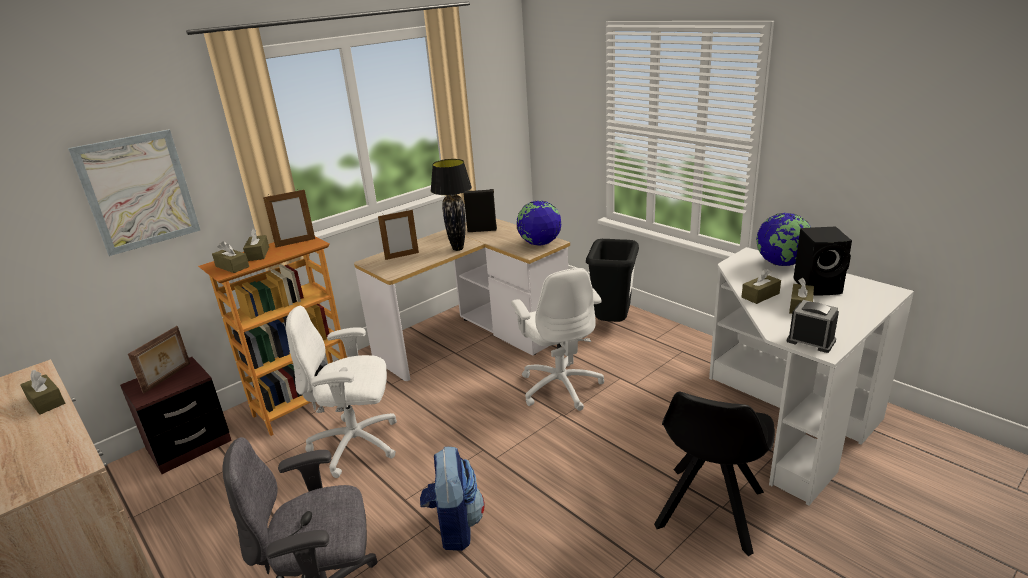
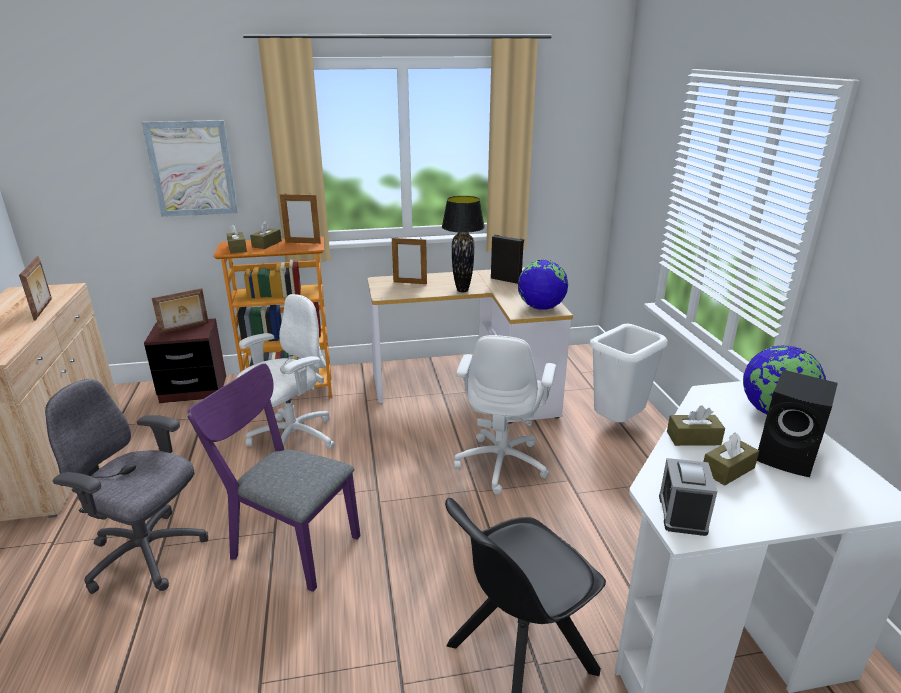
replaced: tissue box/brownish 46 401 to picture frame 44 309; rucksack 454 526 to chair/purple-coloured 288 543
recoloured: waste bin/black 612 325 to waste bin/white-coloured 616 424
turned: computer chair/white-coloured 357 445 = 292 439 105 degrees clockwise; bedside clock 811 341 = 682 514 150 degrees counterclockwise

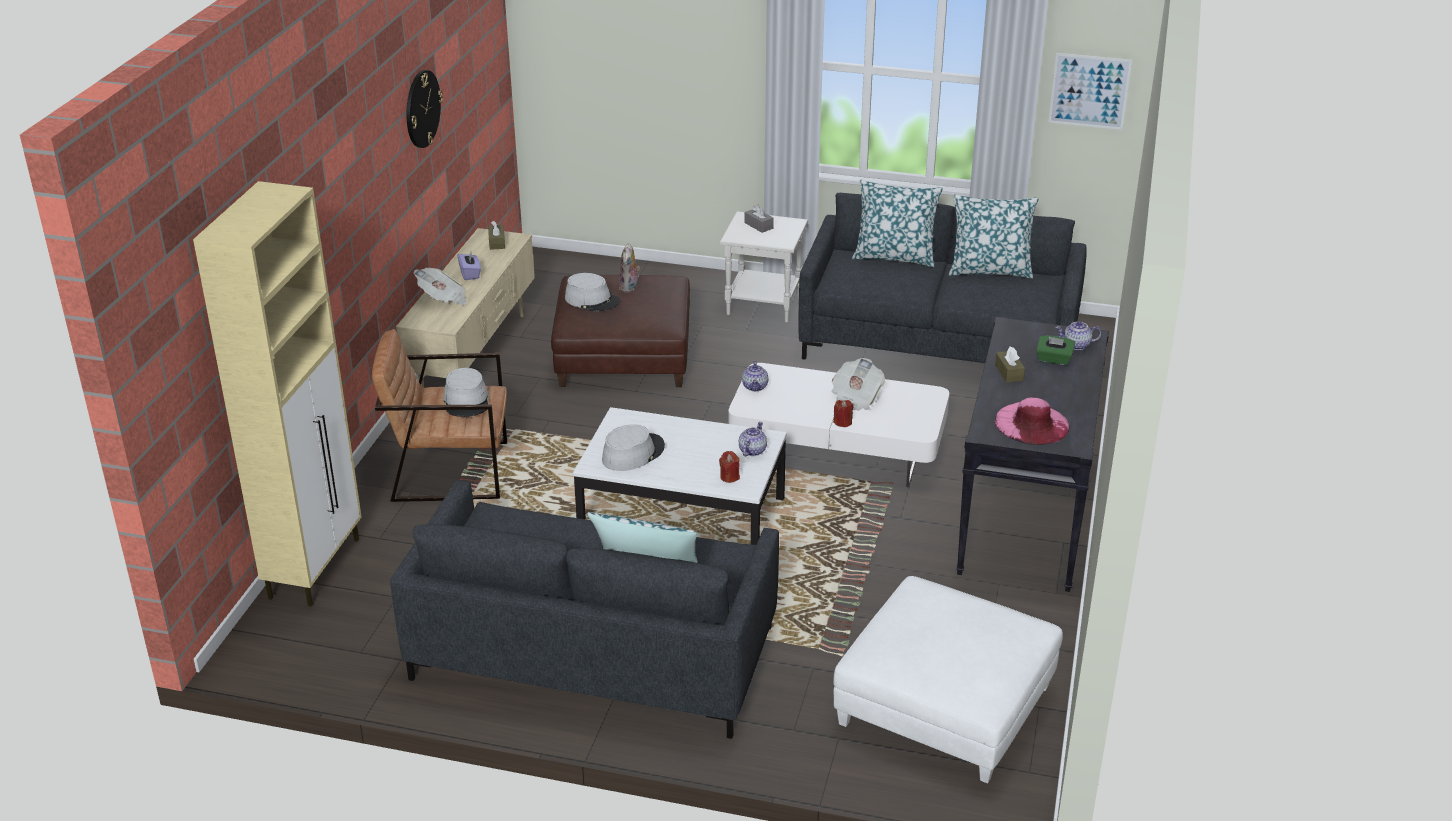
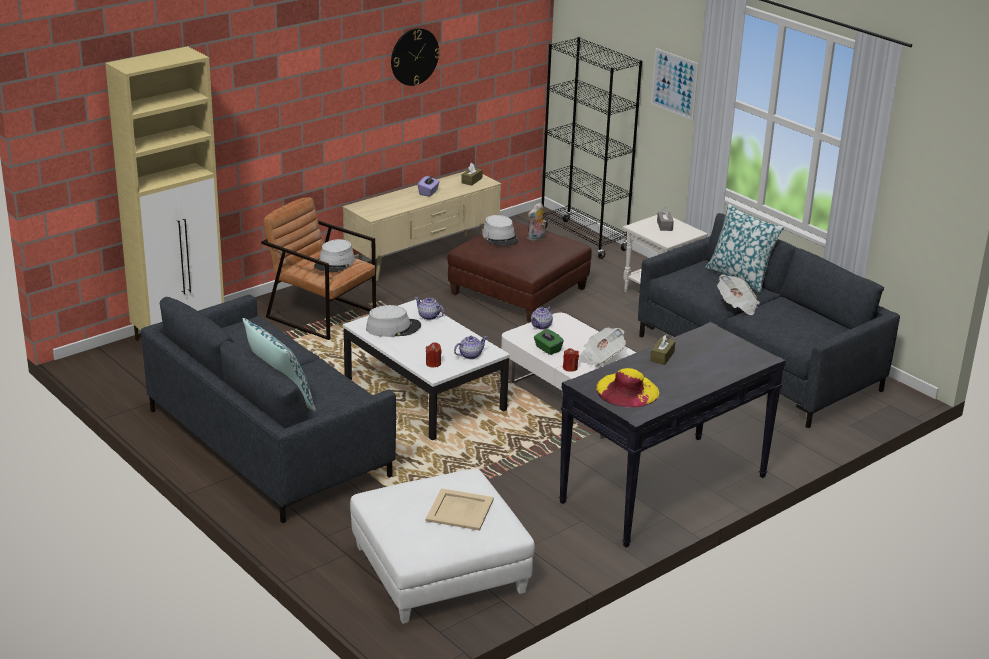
removed: pillow 990 270
added: carrying tray/sand-coloured 459 510; bookshelf/black 583 239
moved: daily paper 443 299 to 737 305; tissue box/greenish 1054 359 to 547 349; wall picture 1089 91 to 674 83; teapot 1076 345 to 429 316
recoloured: hat/pink-coloured 1031 423 to hat/yellow-coloured 627 390

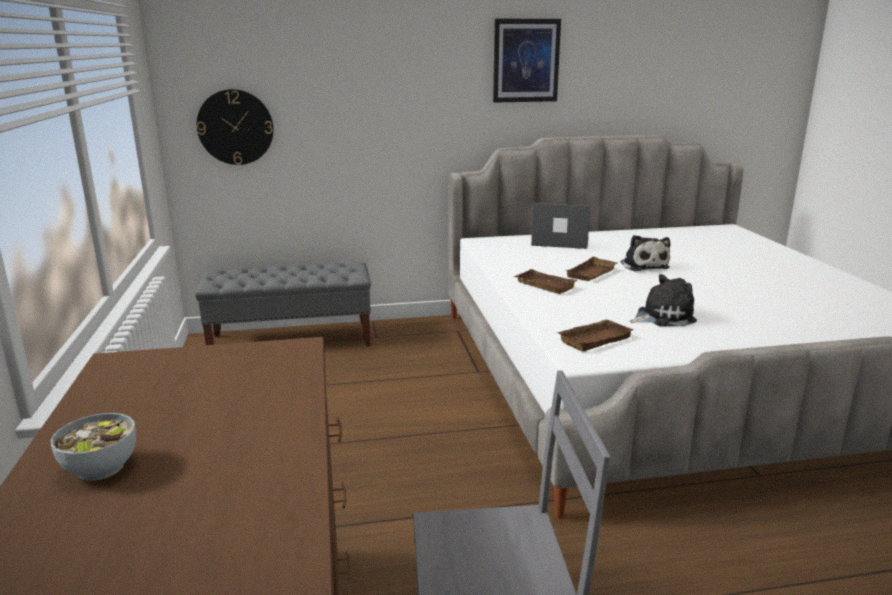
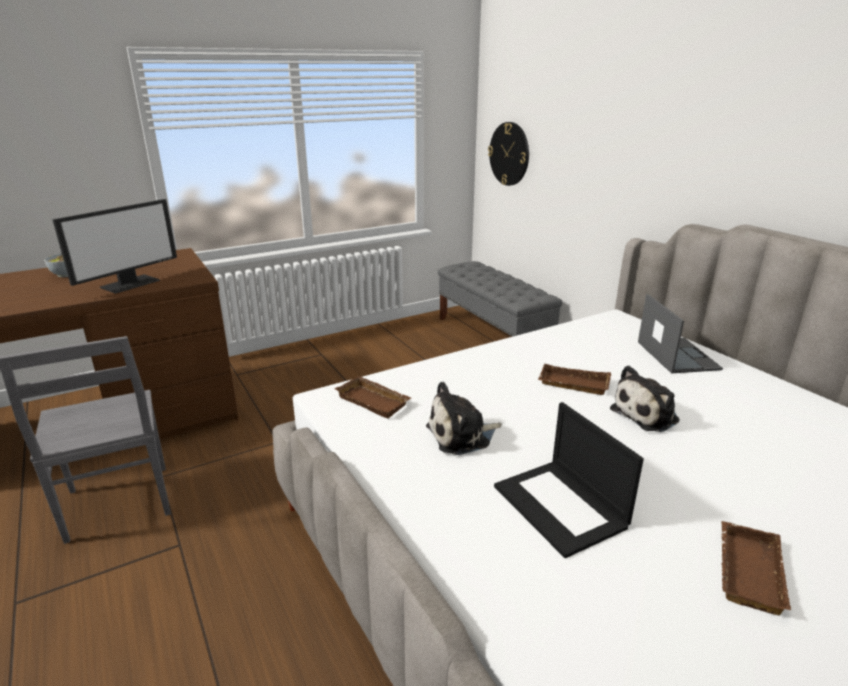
removed: wall picture 526 61
added: computer display 130 283; portable computer 561 507
moved: carrying tray/brownish 543 286 to 745 570
turned: soft toy 662 317 = 462 435 105 degrees clockwise

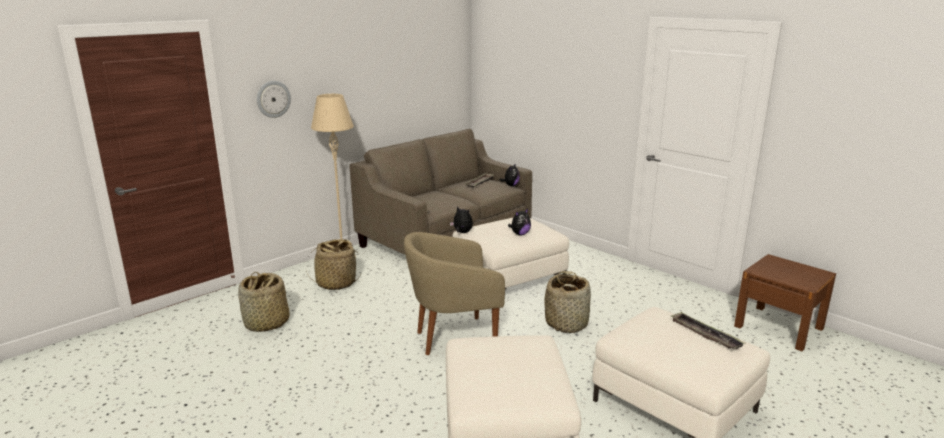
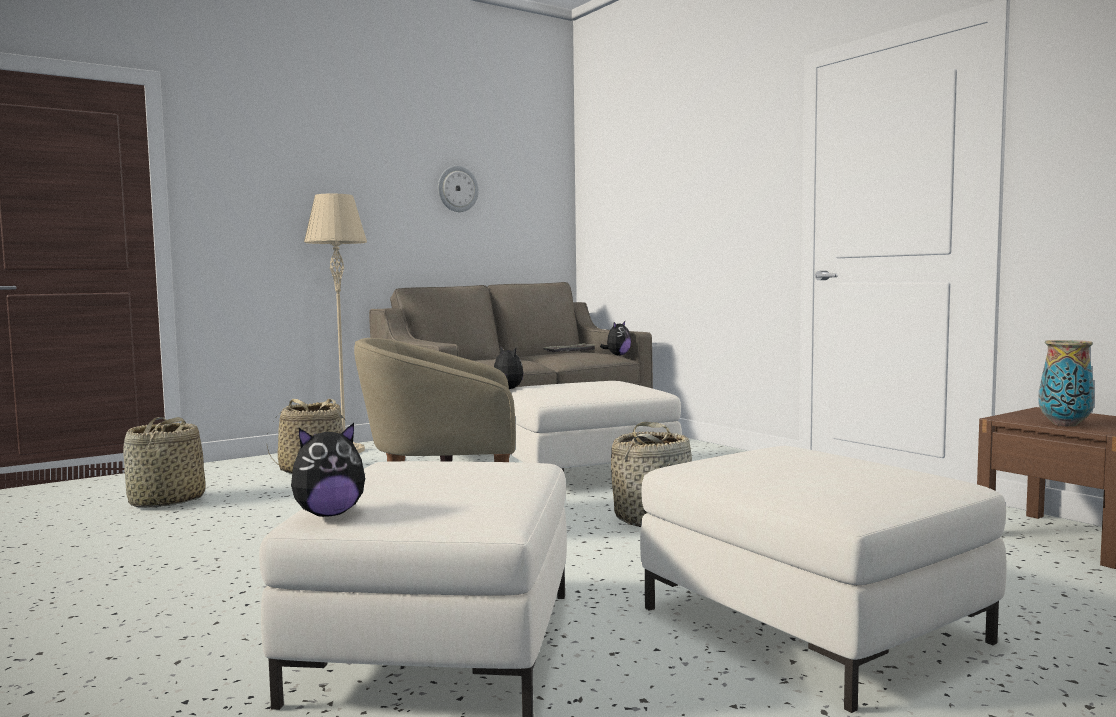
removed: carrying tray 705 334
added: vase 1064 424
moved: hanging clock 273 99 to 457 189; soft toy 520 234 to 329 514

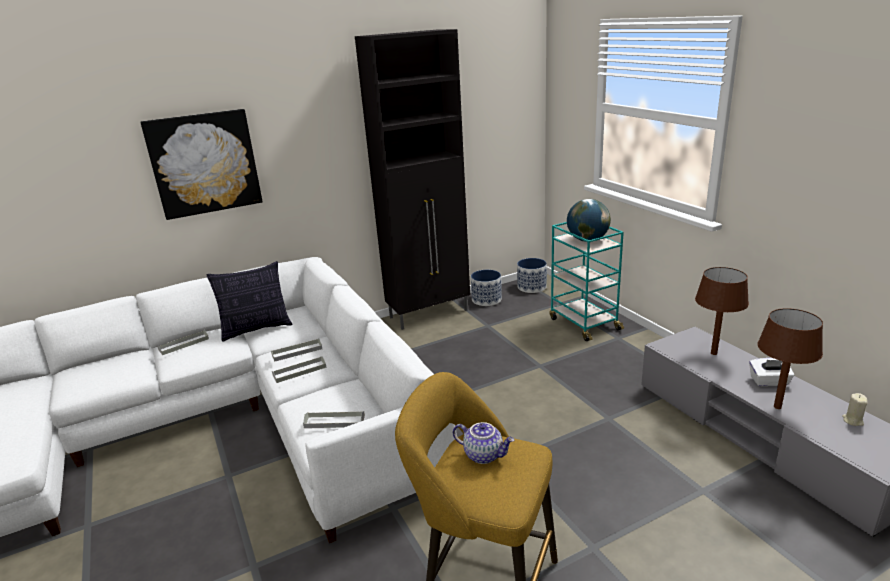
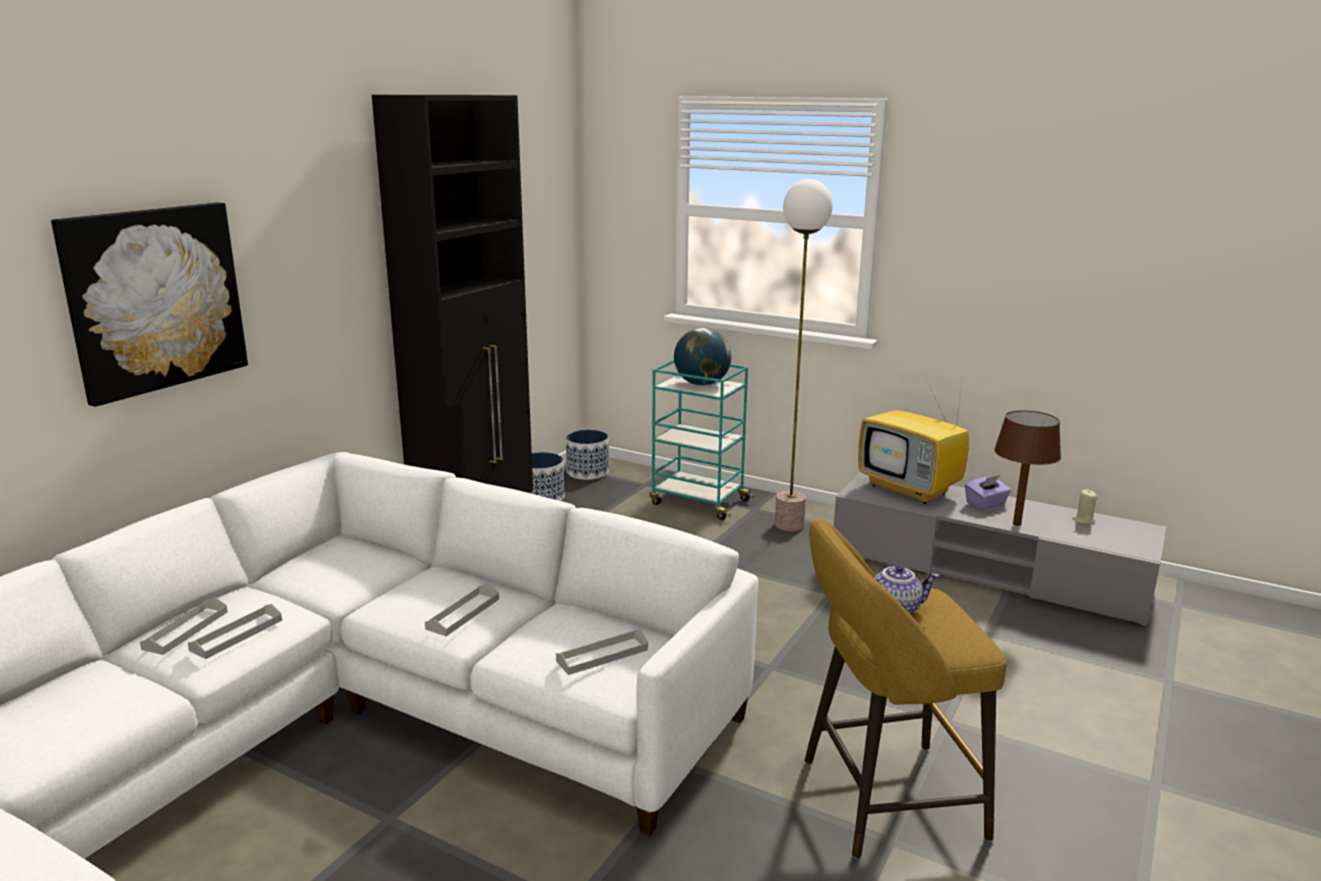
removed: pillow 256 329
added: floor lamp 789 525
moved: carrying tray/grey 297 352 to 236 635
replaced: lamp for a table/brownish 714 353 to TV 911 490
recoloured: tissue box/white-coloured 769 381 to tissue box/purple-coloured 986 504

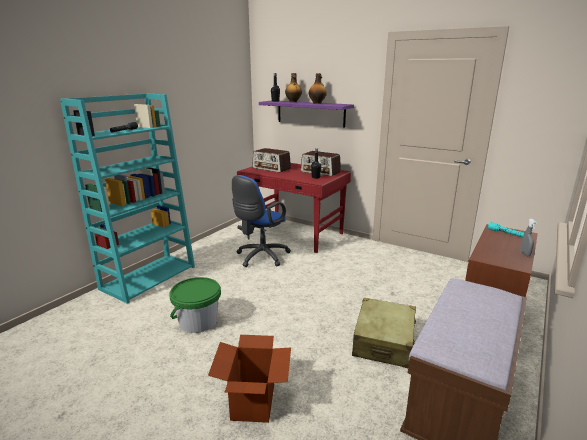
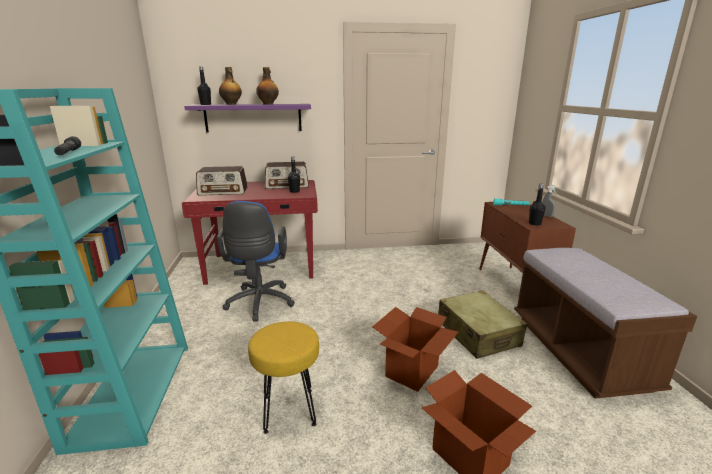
added: carton 412 371; bottle/black 534 224
replaced: water bucket/greenish 198 321 to stool seat/yellow-coloured 289 410

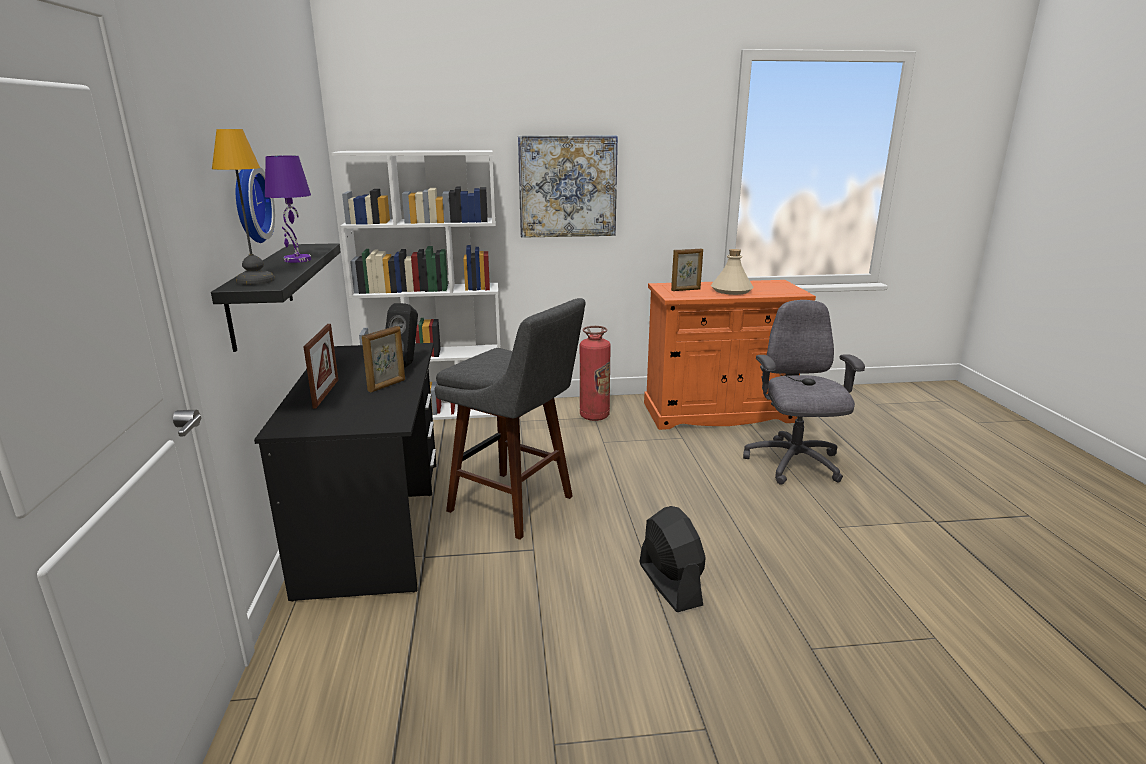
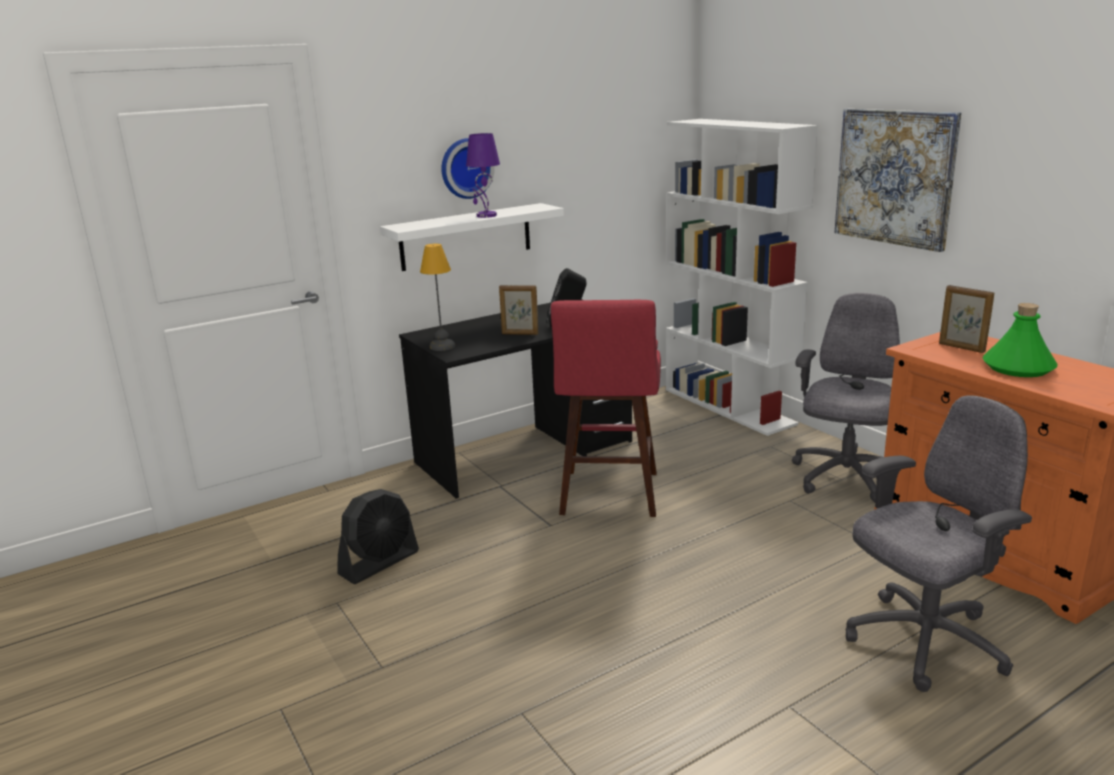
removed: picture frame 326 393
moved: lamp for a table 256 281 to 442 347; fan/black 669 584 to 379 563
replaced: fire-fighting cylinder 594 416 to computer chair/grey 845 478
recoloured: wall shelf/black 260 293 to wall shelf/white-coloured 466 236; stool seat/grey 516 505 to stool seat/reddish 609 496; bottle/sand-coloured 731 290 to bottle/greenish 1018 368

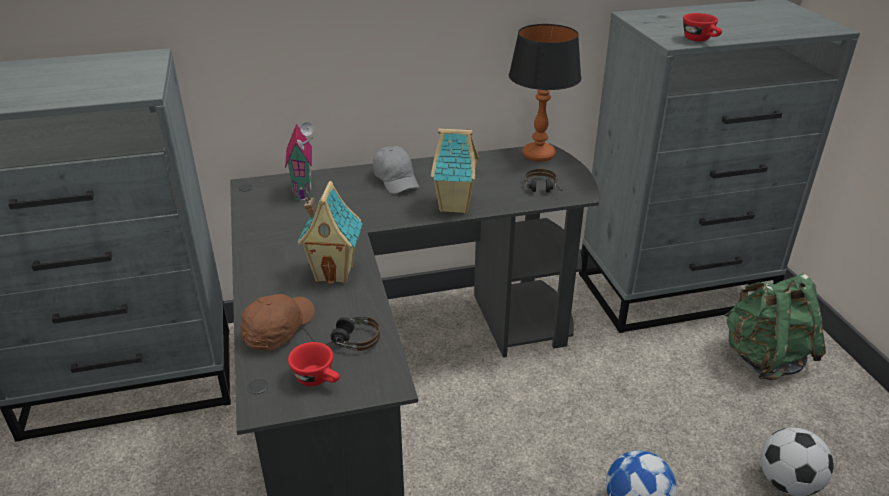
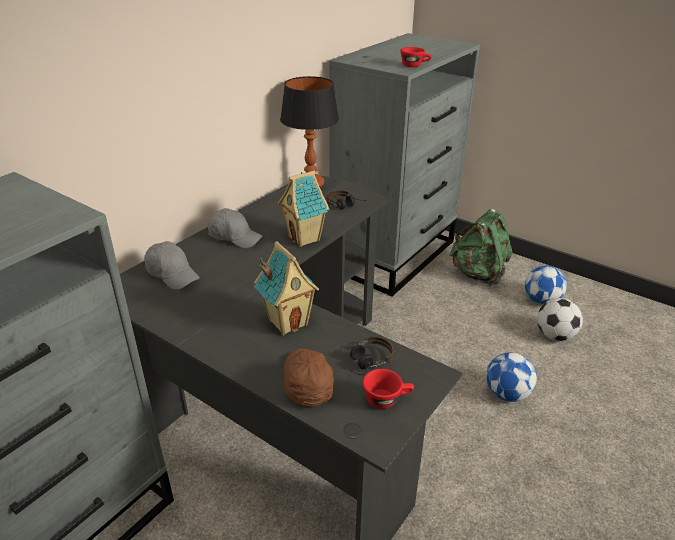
added: football 541 300
replaced: toy house 305 191 to baseball cap/grey 172 274

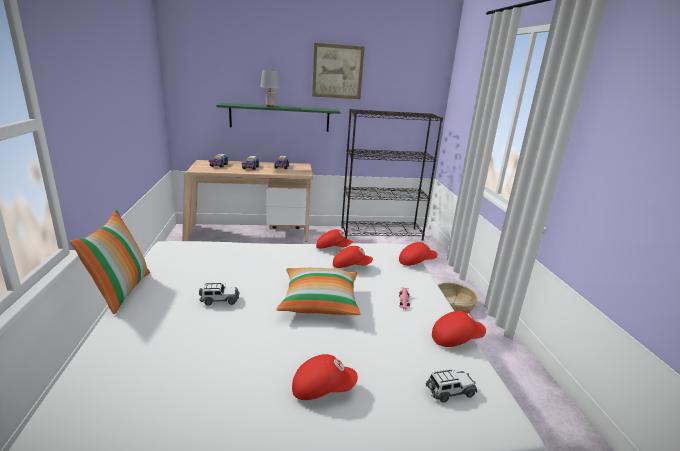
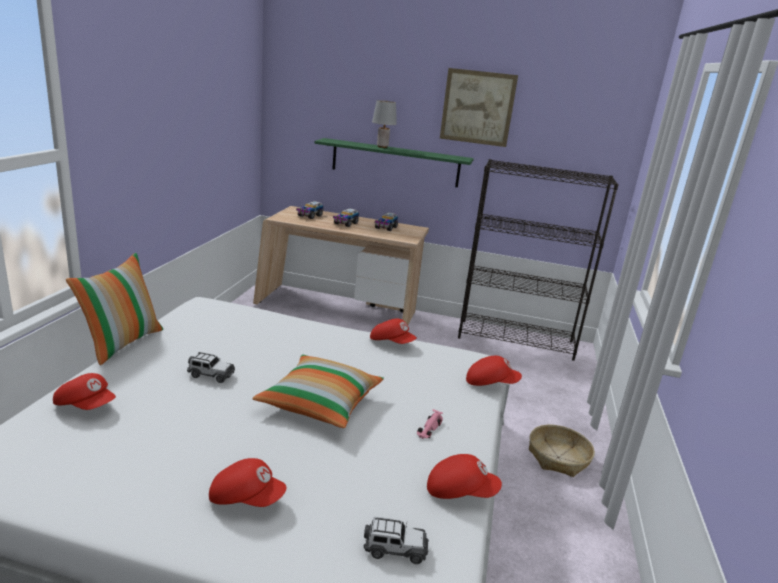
moved: baseball cap/reddish 351 266 to 86 405

